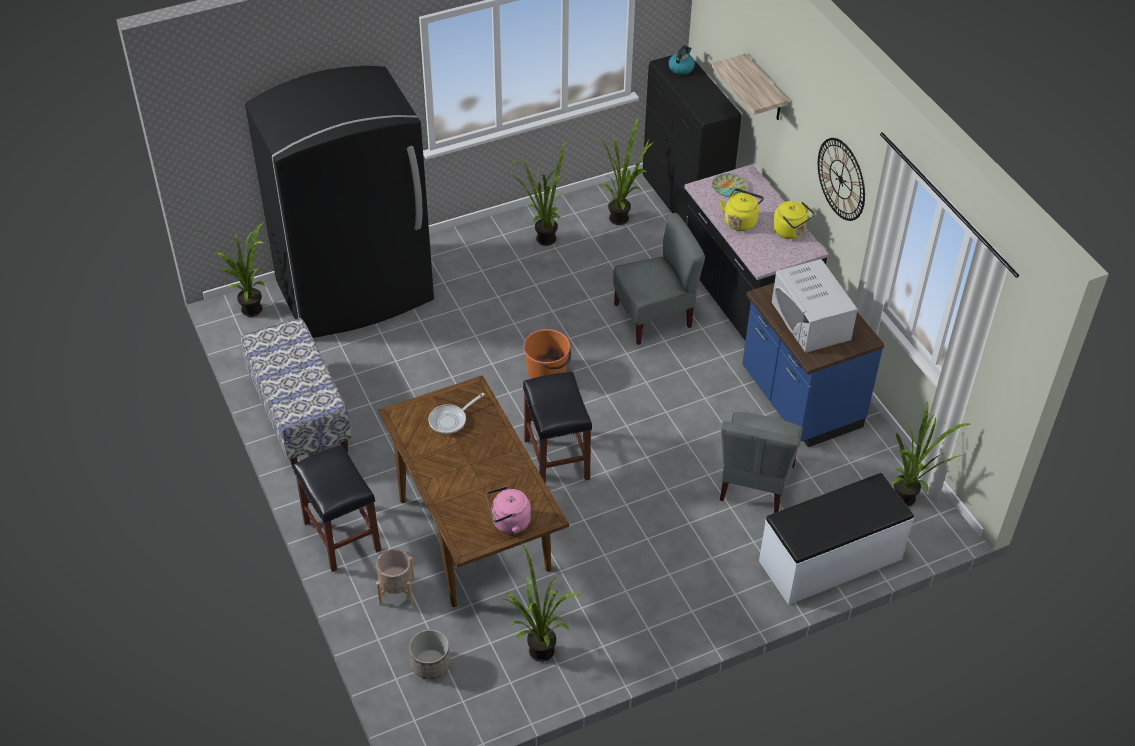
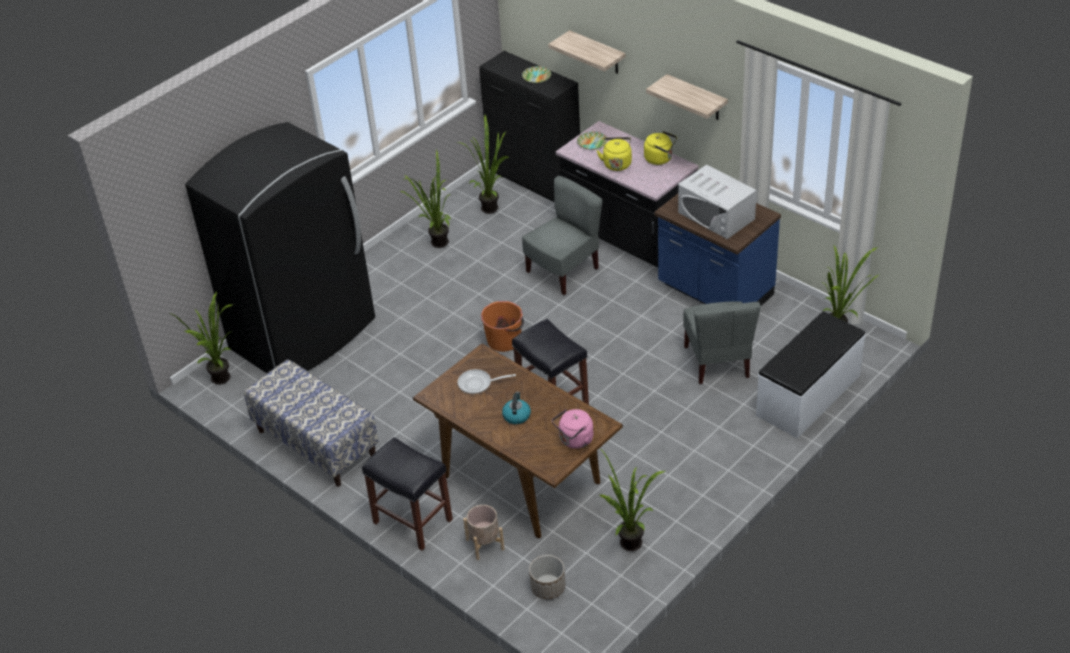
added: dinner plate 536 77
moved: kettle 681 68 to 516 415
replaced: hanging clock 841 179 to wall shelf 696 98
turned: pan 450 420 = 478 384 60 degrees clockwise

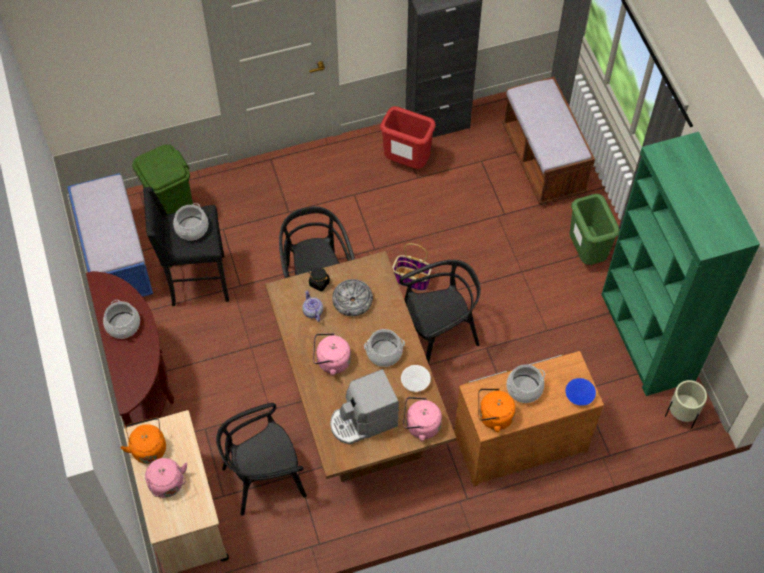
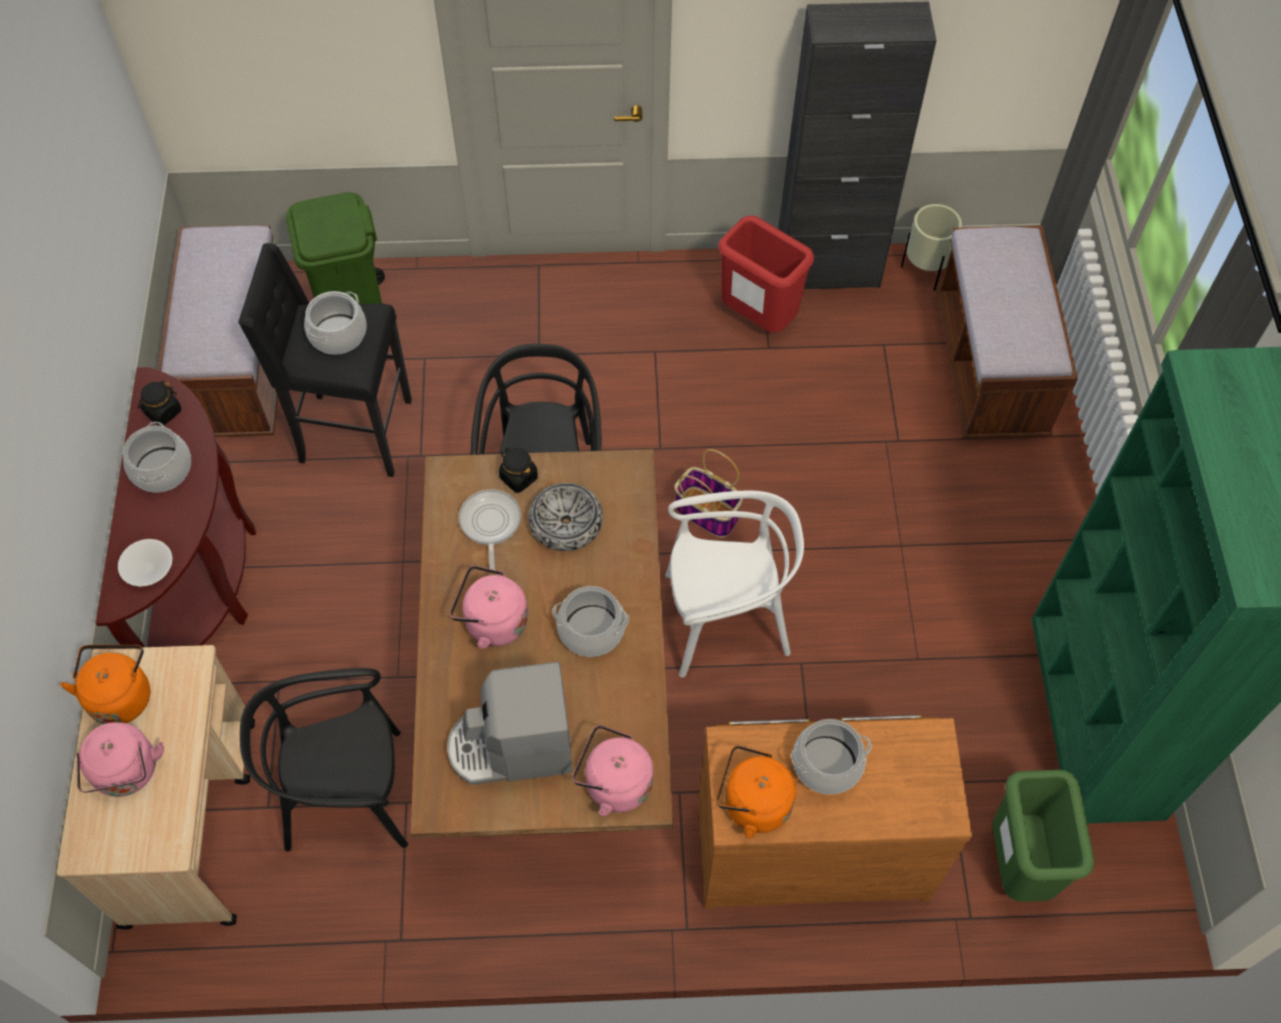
removed: bowl/blue-coloured 580 394
added: preserve jar/black 163 412
moved: bowl/white-coloured 415 381 to 147 568; waste bin/greenish 587 253 to 1019 865; plant pot/sand-coloured 681 416 to 924 272
replaced: teapot 312 311 to pan 490 524
recoloured: bench/blue-coloured 116 259 to bench/brownish 240 367; chair/black 439 335 to chair/white-coloured 725 619

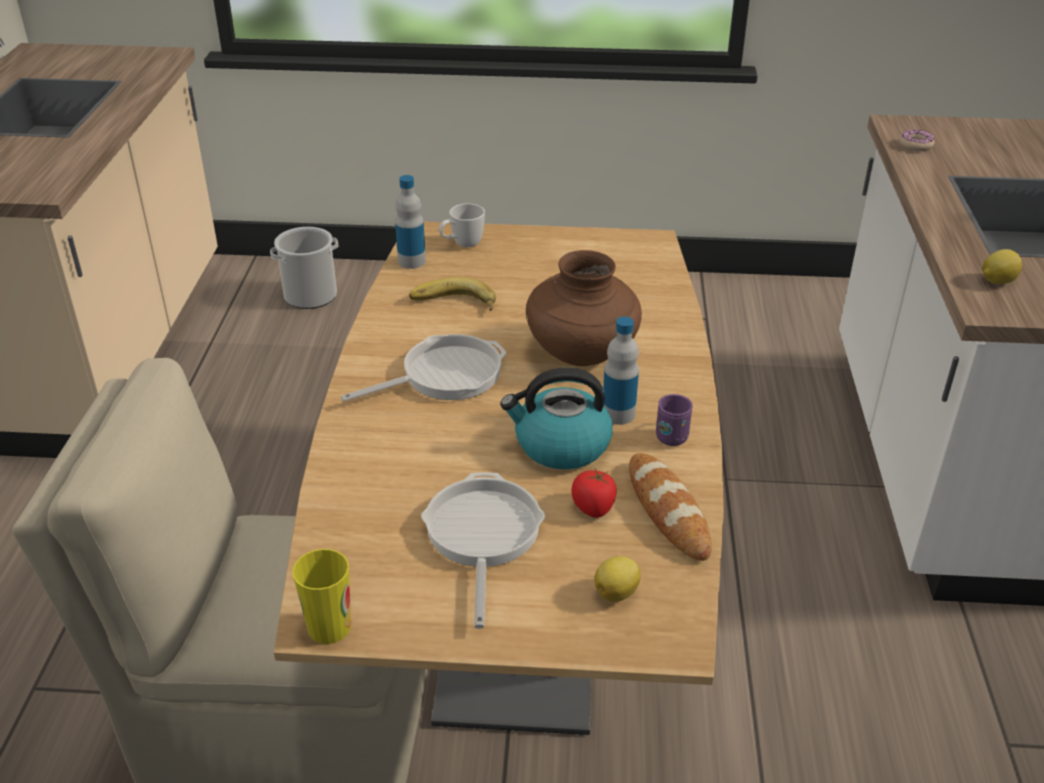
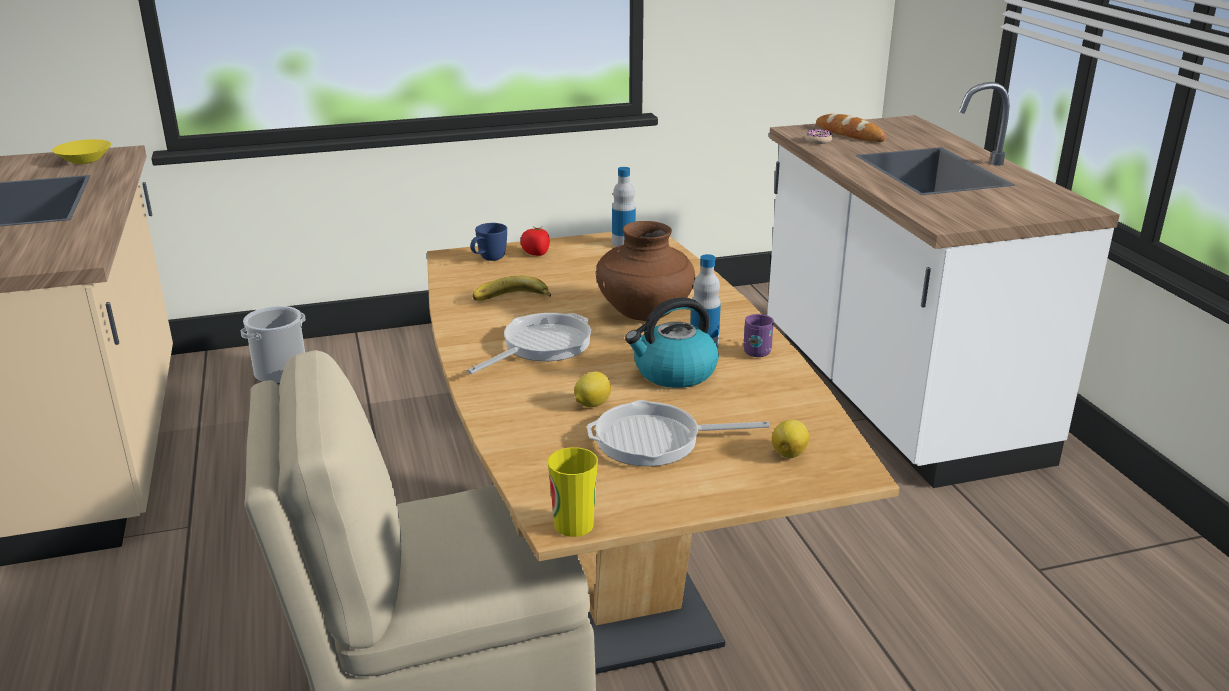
added: bowl/yellow-coloured 85 161
moved: bottle 411 261 to 623 243; fresh tomato 593 507 to 536 253; baked bread 667 510 to 849 134; lemon 996 281 to 591 404
recoloured: mug/white-coloured 462 245 to mug/blue-coloured 488 260
turned: pan 482 535 = 655 440 75 degrees counterclockwise

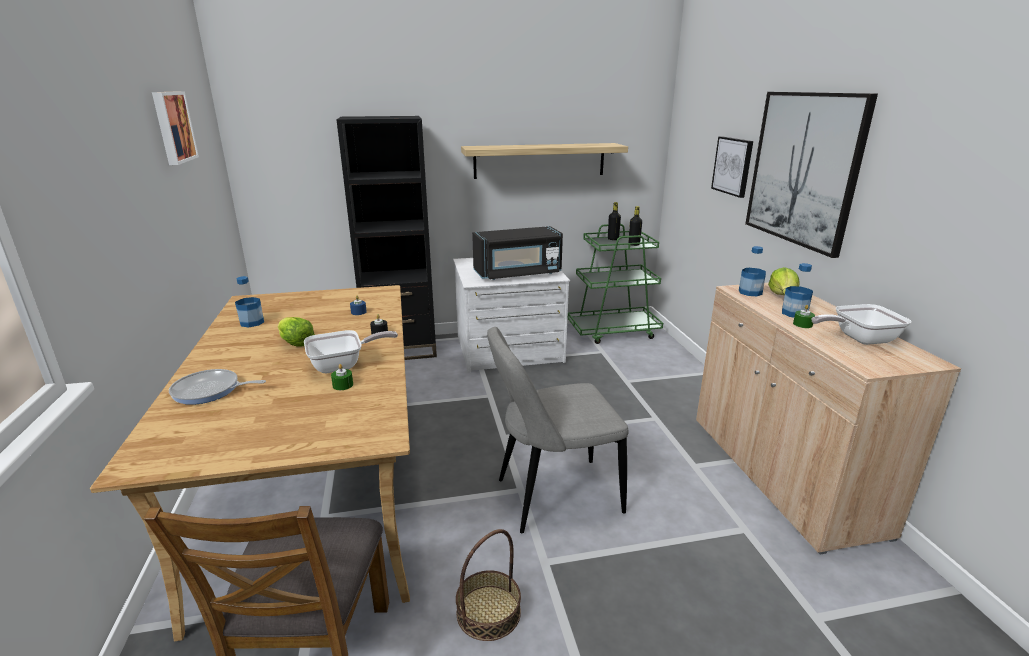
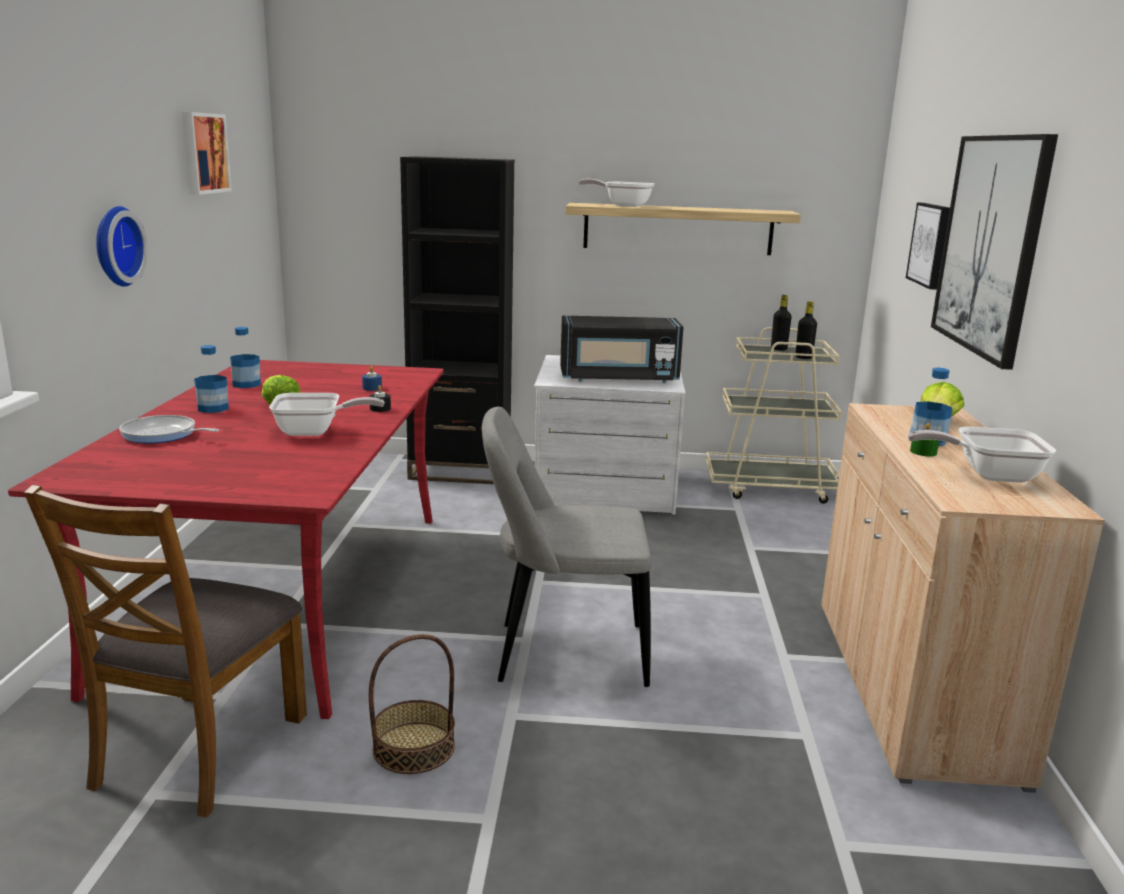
removed: candle/greenish 343 385
added: hanging clock 114 246; pan 623 205
moved: bottle 750 292 to 213 408
recoloured: dining table/sand-coloured 320 485 to dining table/reddish 289 594; trolley/greenish 613 331 to trolley/sand-coloured 770 487

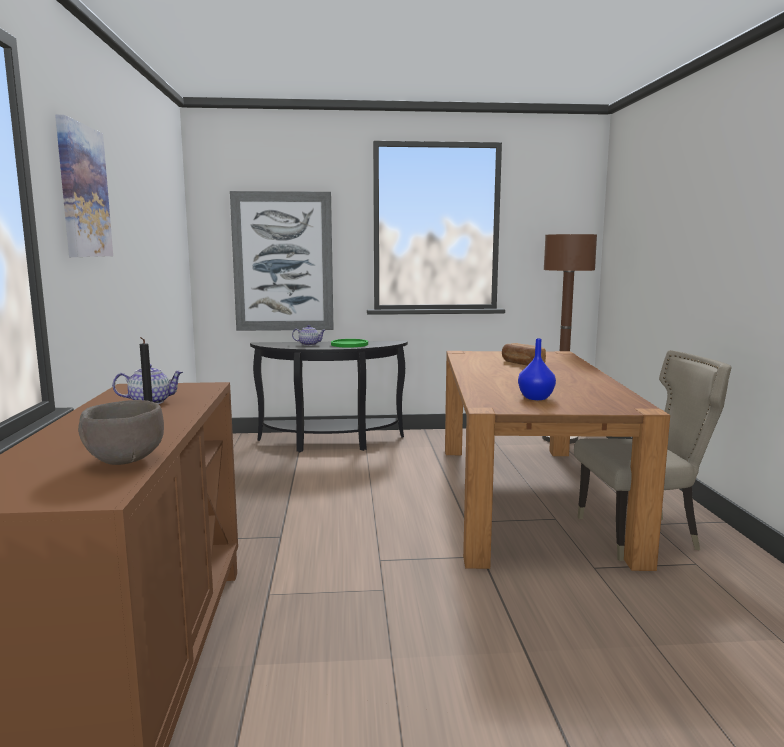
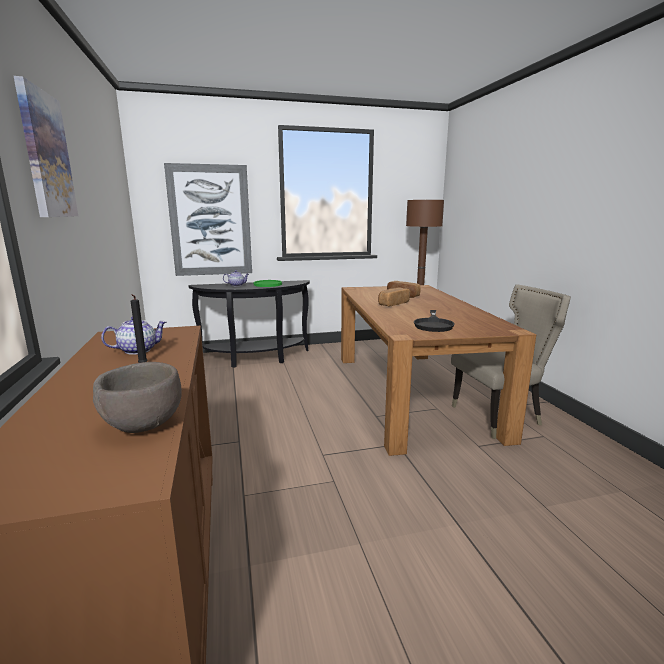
added: baked bread 393 304
replaced: vase/blue-coloured 536 398 to pan/black 433 324

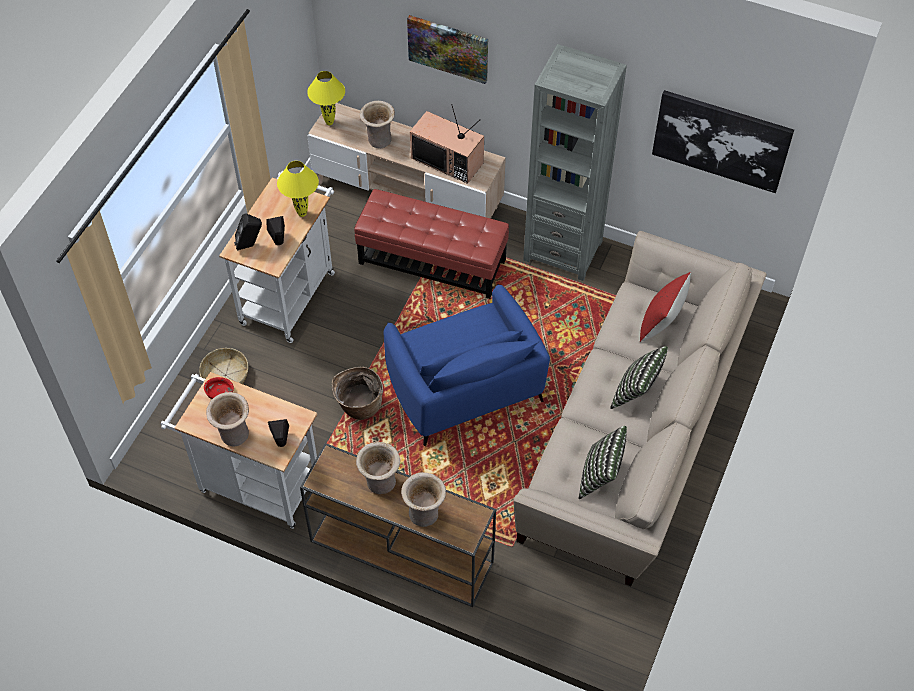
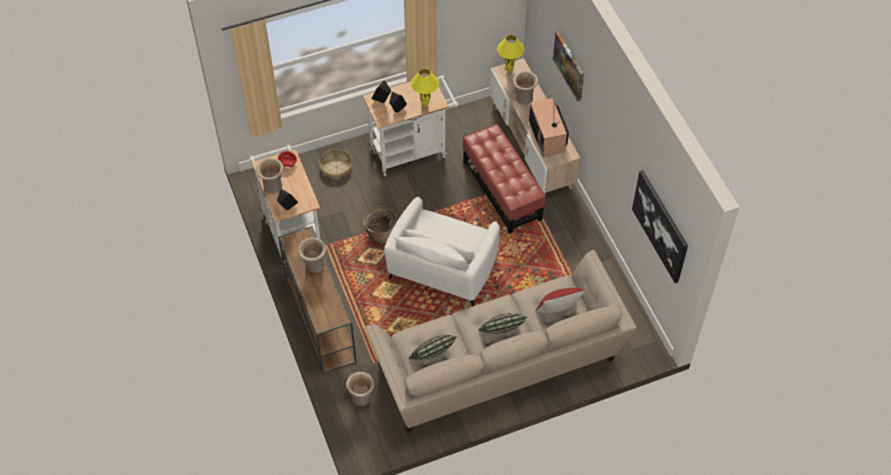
removed: bookshelf/grey 563 251
moved: vase/sand-coloured 424 513 to 361 397
recoloured: lounge chair/blue-coloured 464 388 to lounge chair/white-coloured 442 268

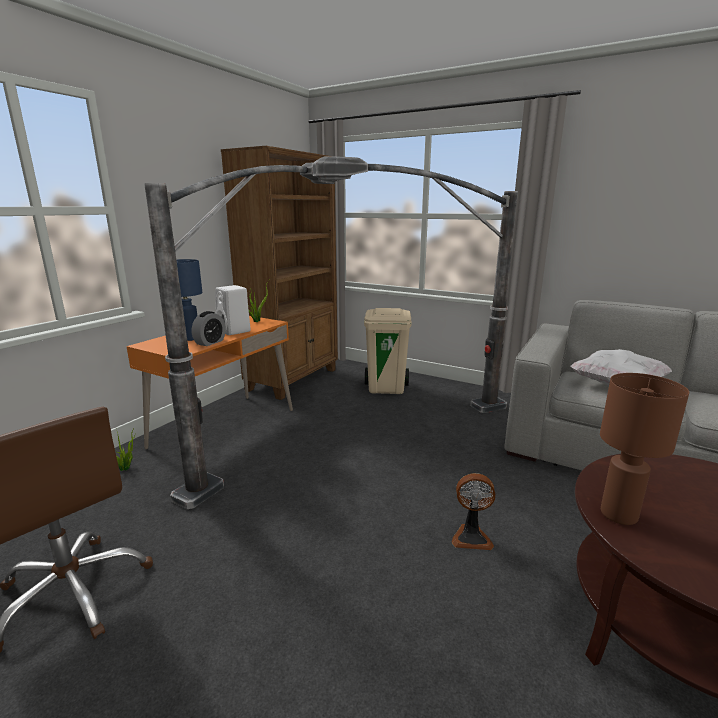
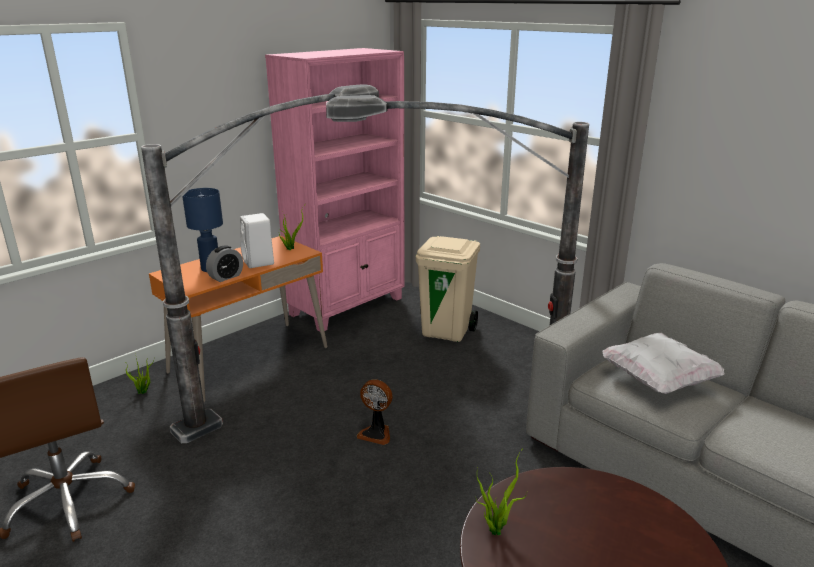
moved: fan 471 537 to 376 433
replaced: lamp for a table/brownish 617 515 to potted plant 495 528
recoloured: bookshelf/brownish 294 379 to bookshelf/pink-coloured 348 306

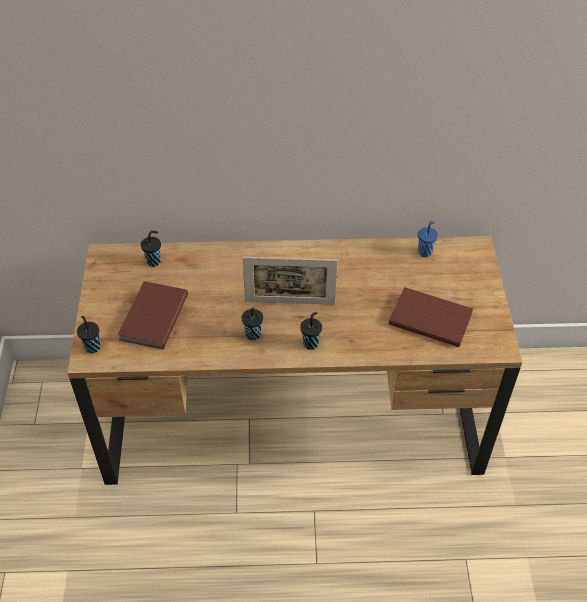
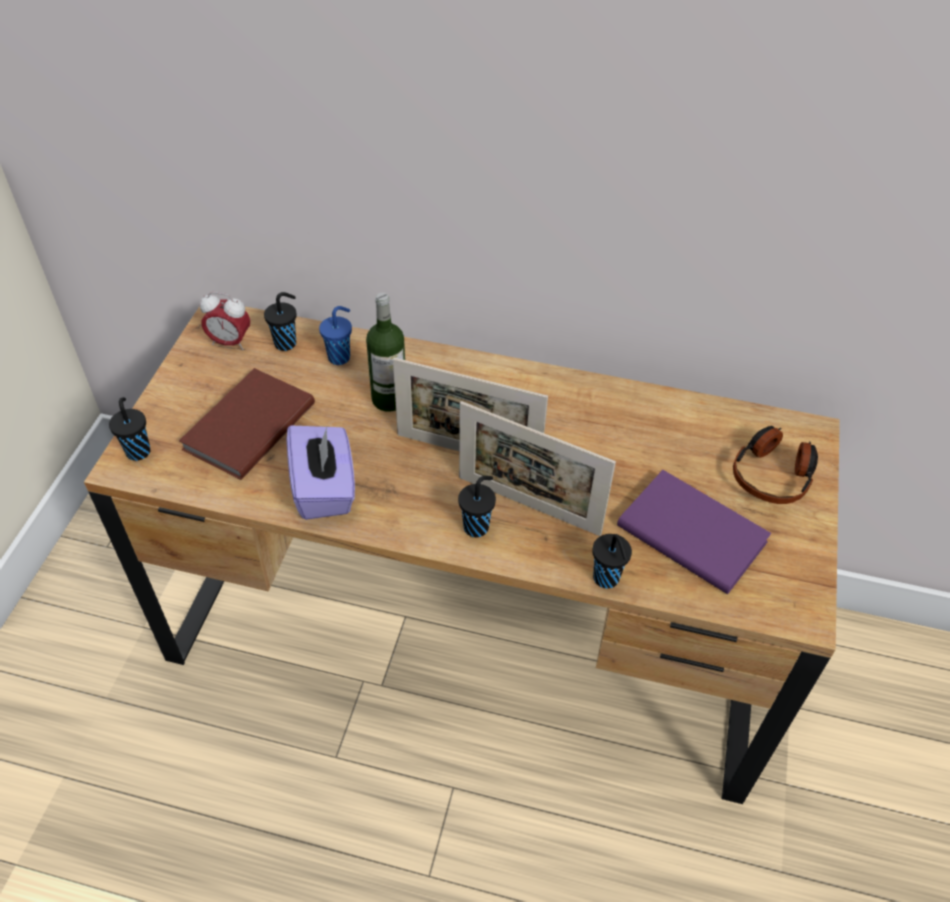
added: bedside clock 230 342; tissue box/purple-coloured 324 489; bottle 389 399; picture frame 528 505; headset 773 474
moved: cup/black 254 335 to 607 579; cup/blue-coloured 425 252 to 340 357
recoloured: book/brownish 429 318 to book/purple-coloured 692 531

